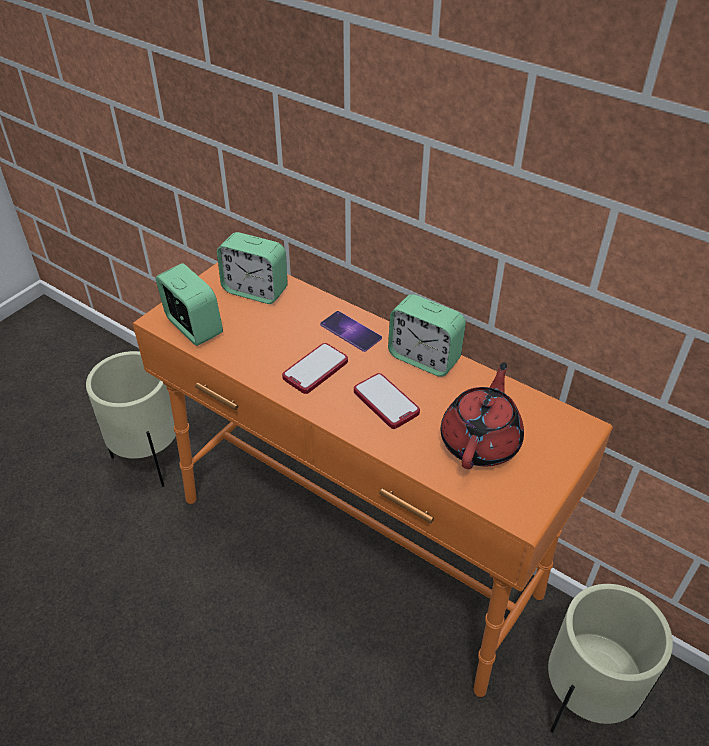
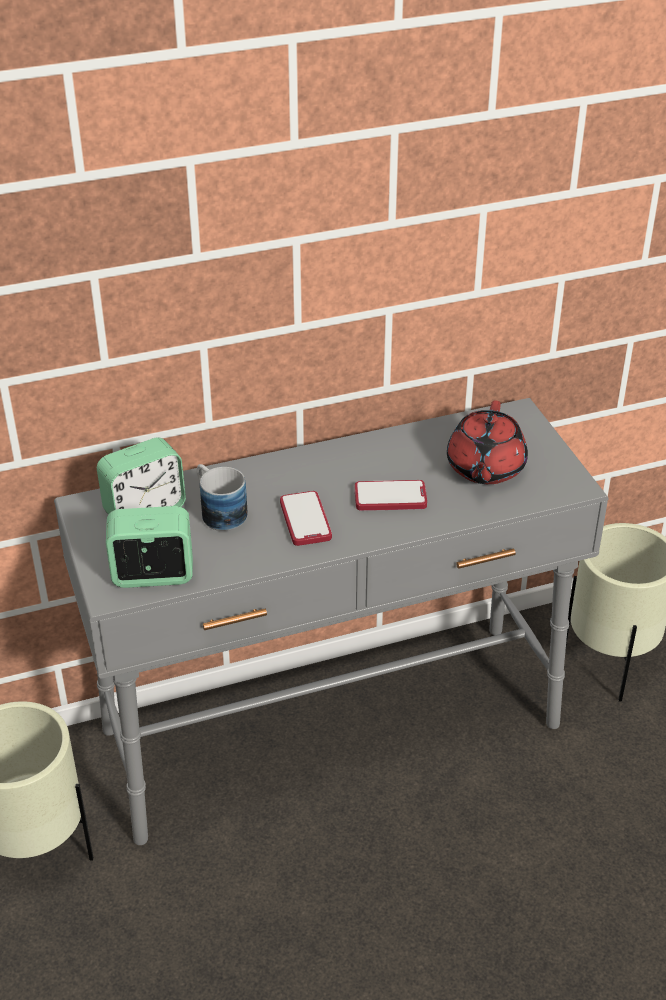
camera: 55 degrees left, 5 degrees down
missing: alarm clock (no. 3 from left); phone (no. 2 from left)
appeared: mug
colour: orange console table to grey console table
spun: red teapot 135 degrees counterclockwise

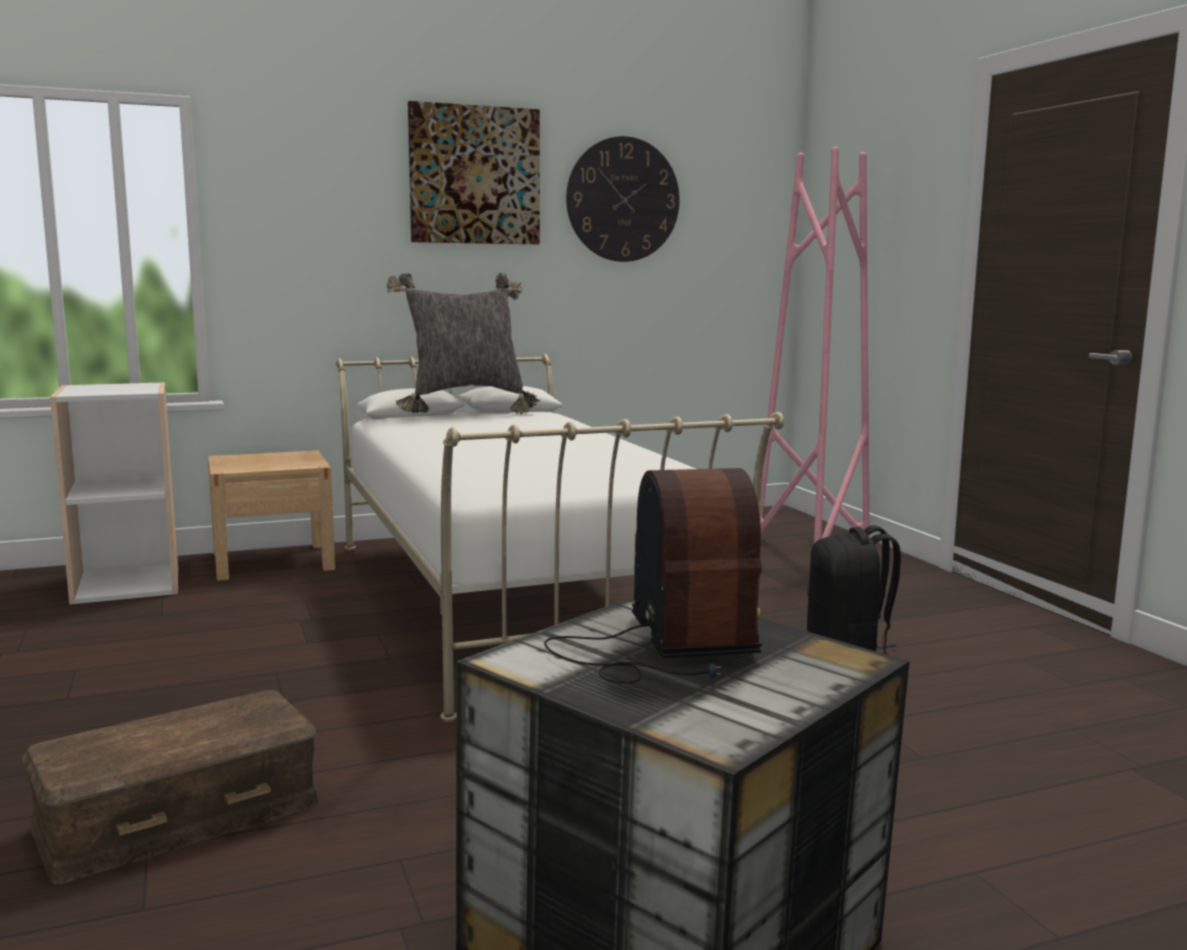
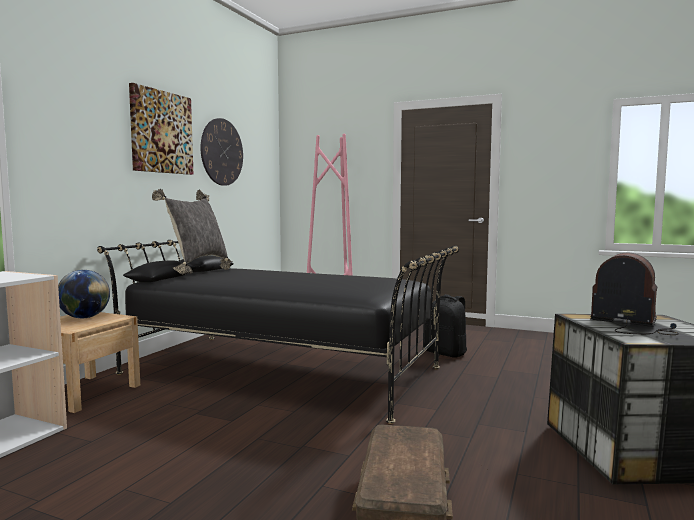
camera: 45 degrees left, 5 degrees down
appeared: globe
colour: white bed to black bed

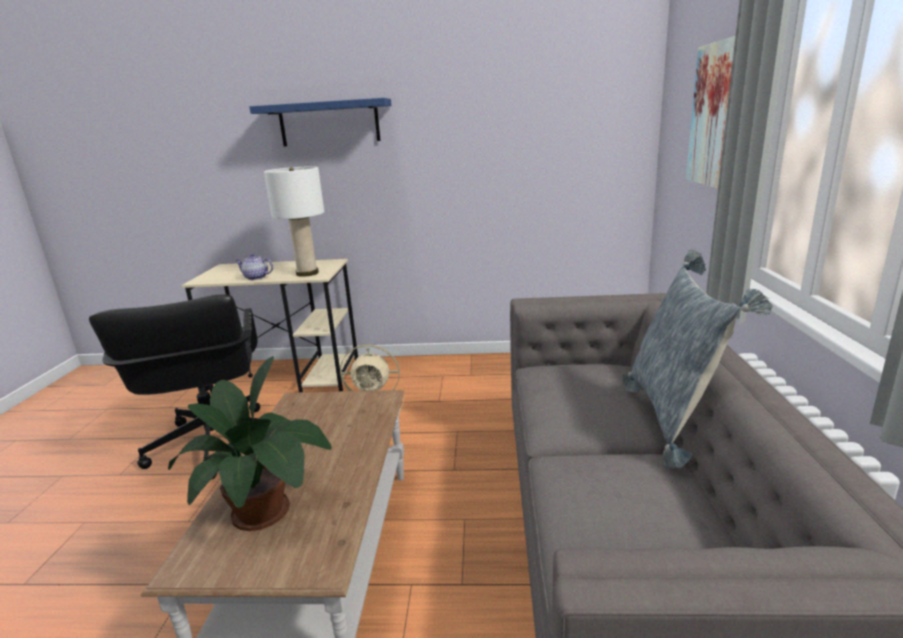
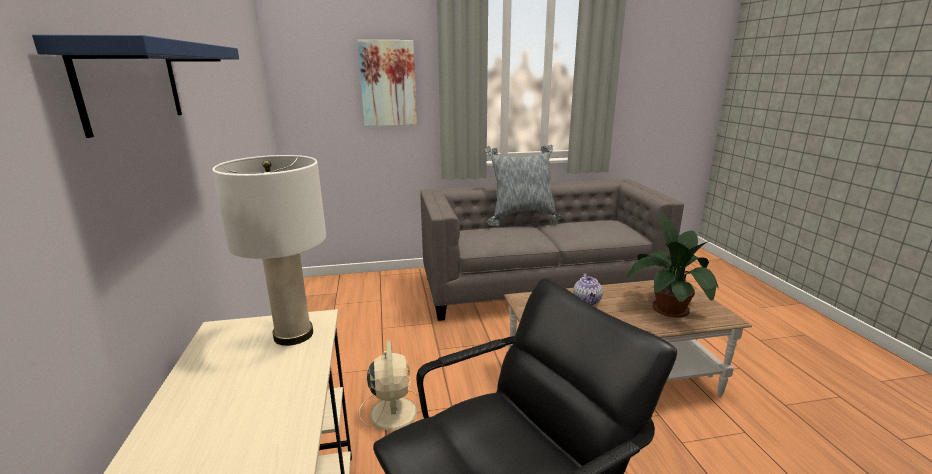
camera: 105 degrees left, 0 degrees up
relocated: teapot

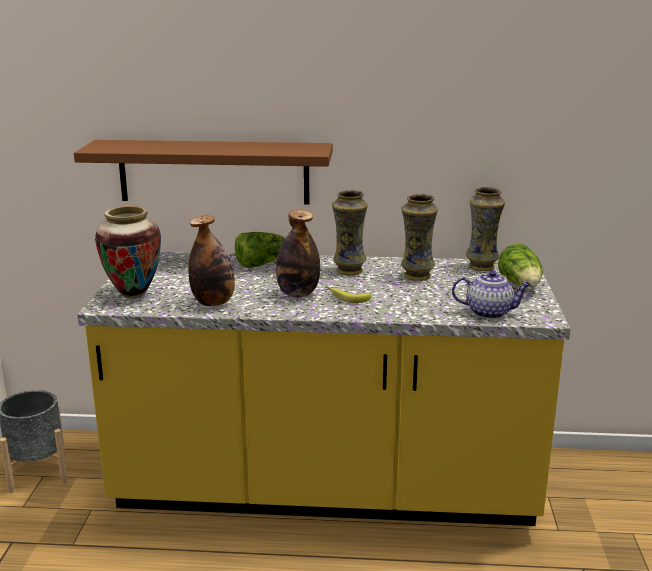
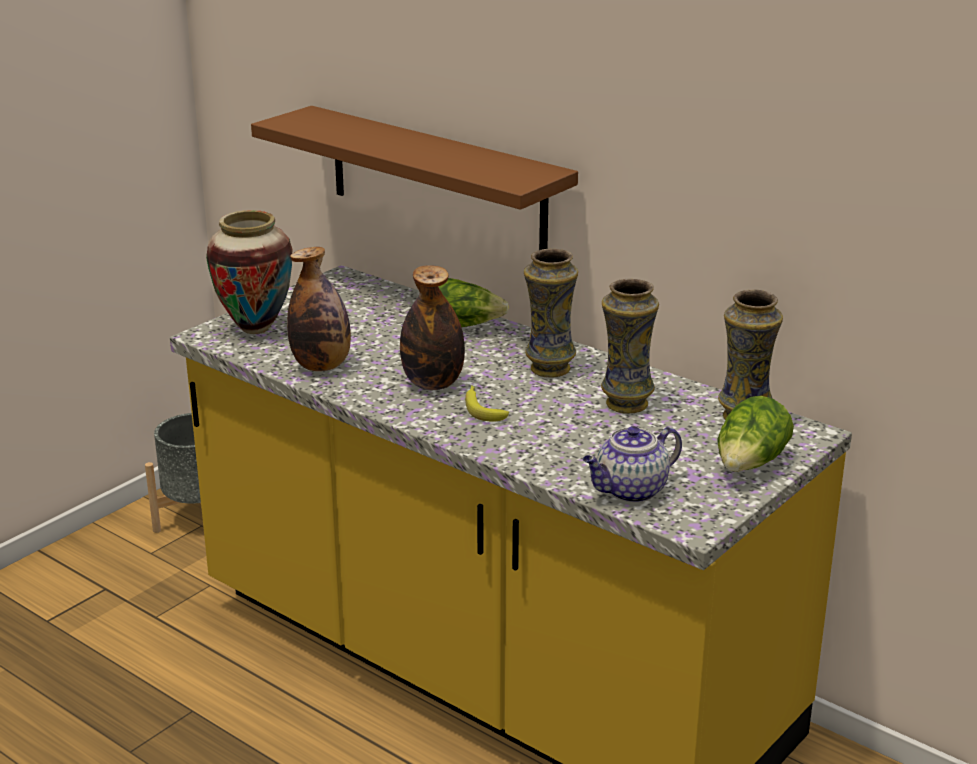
camera: 35 degrees right, 5 degrees up
spun: teapot 105 degrees clockwise

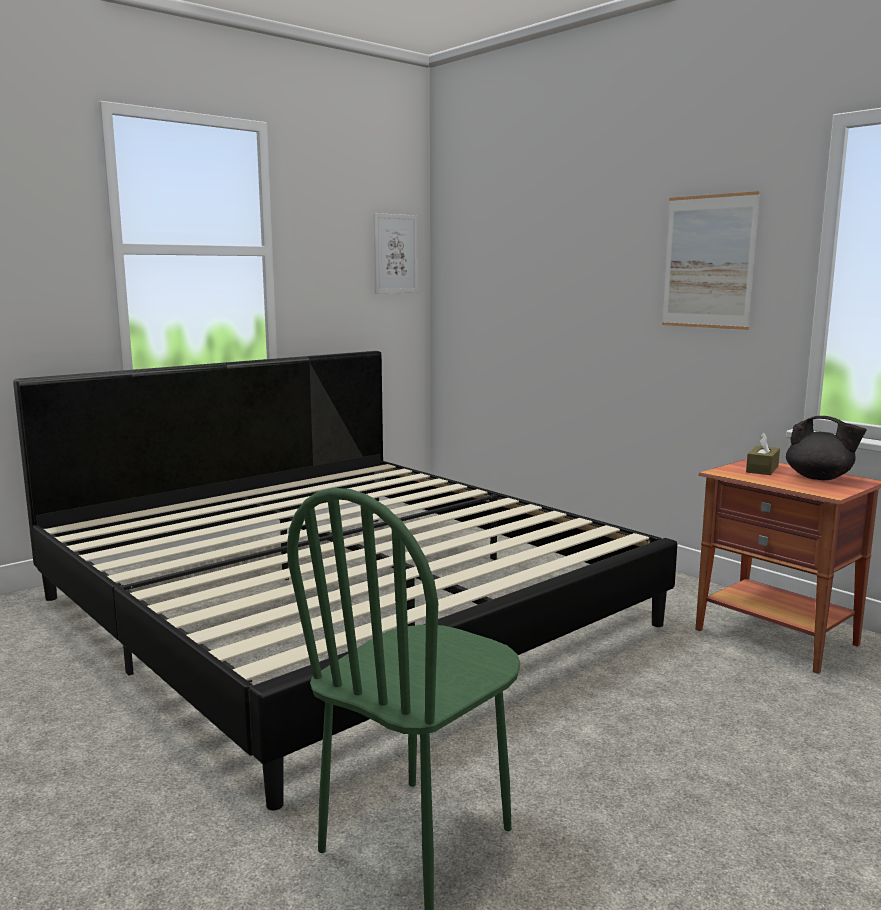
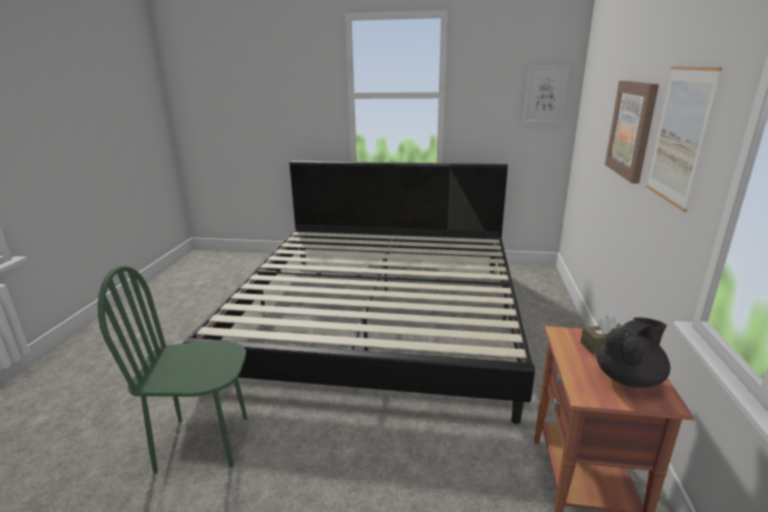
camera: 50 degrees right, 10 degrees up
appeared: picture (no. 2 from left)
spun: black teapot 120 degrees counterclockwise

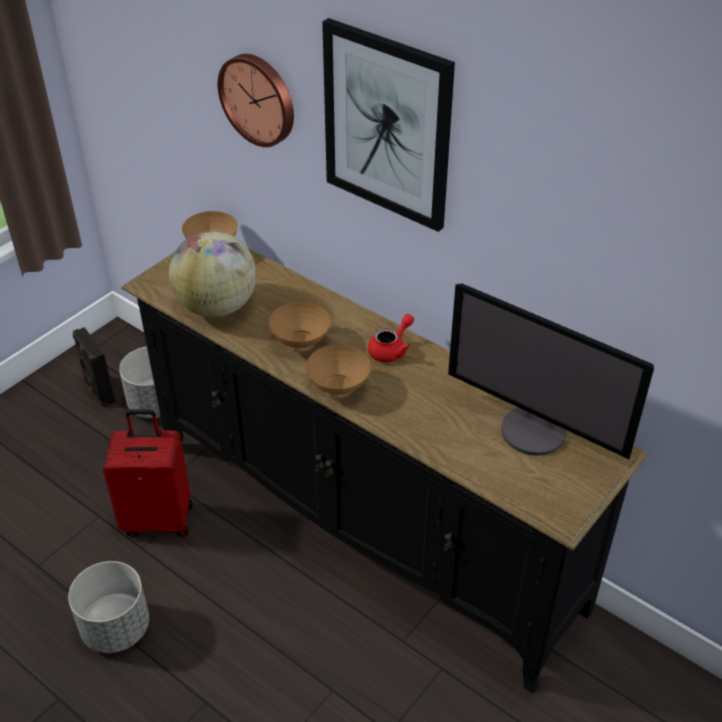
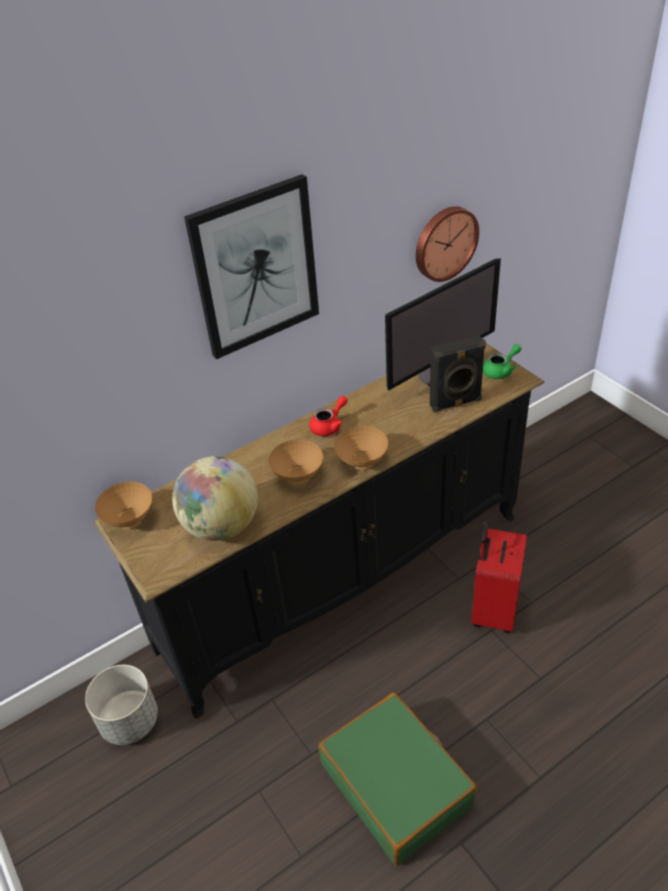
camera: 70 degrees left, 0 degrees up
appeared: green teapot
relocated: wall clock; black speaker; red suitcase
exchanged: grey planter (no. 1 from left) to green suitcase
spun: red teapot 75 degrees clockwise

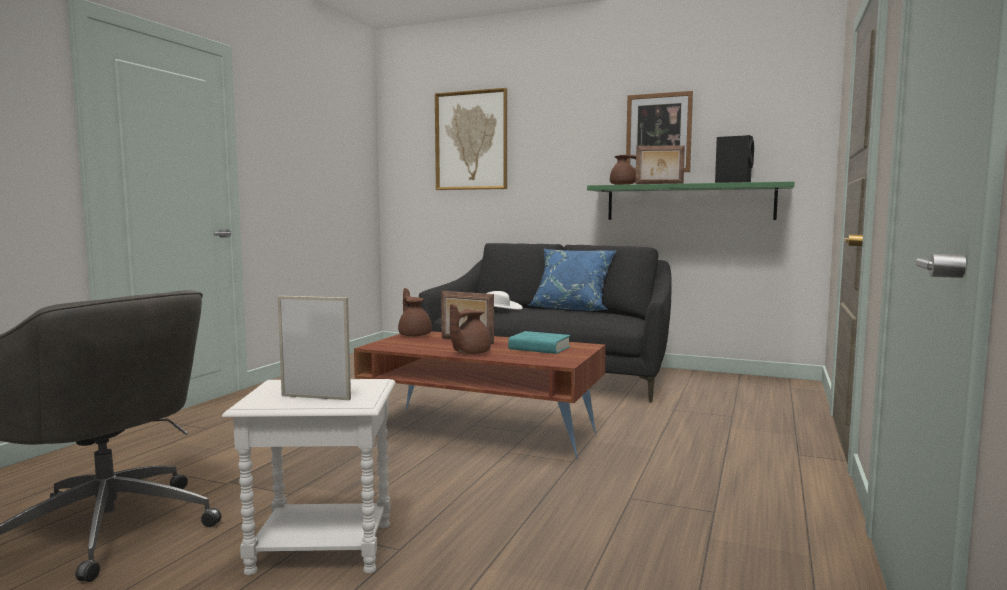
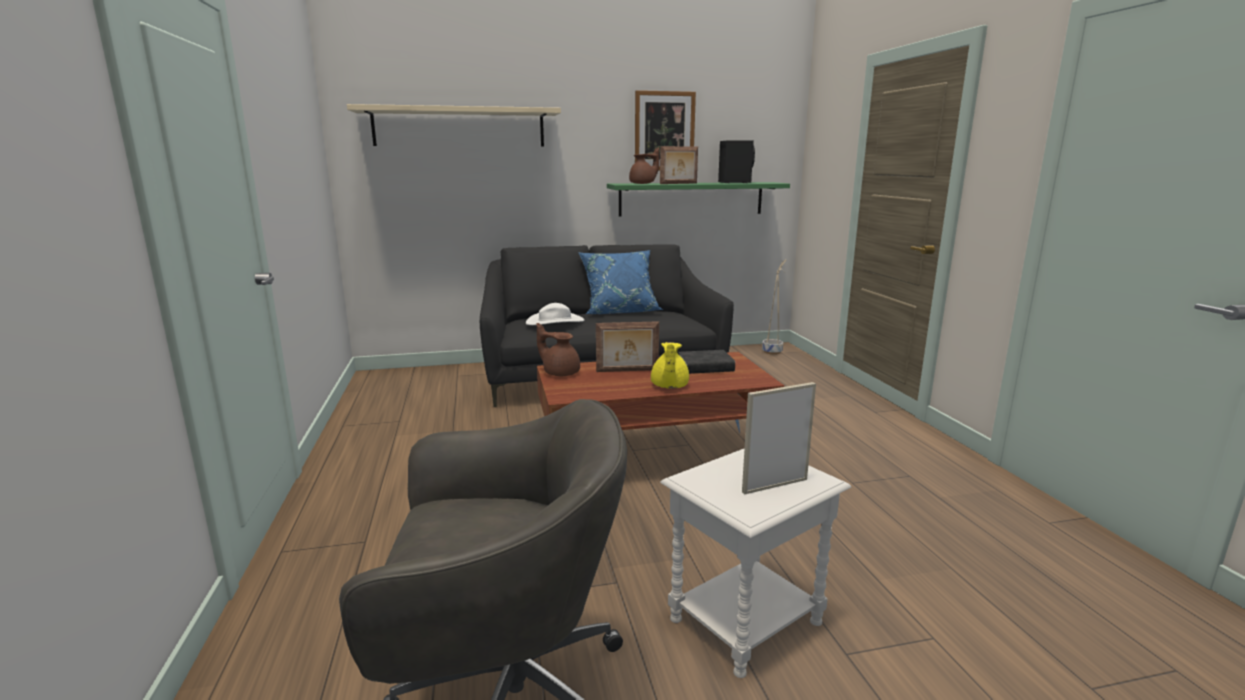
camera: 35 degrees left, 10 degrees up
appeared: beige planter
exchanged: picture (no. 1 from left) to beige shelf
colour: brown teapot (no. 2 from left) to yellow teapot; turquoise book to black book

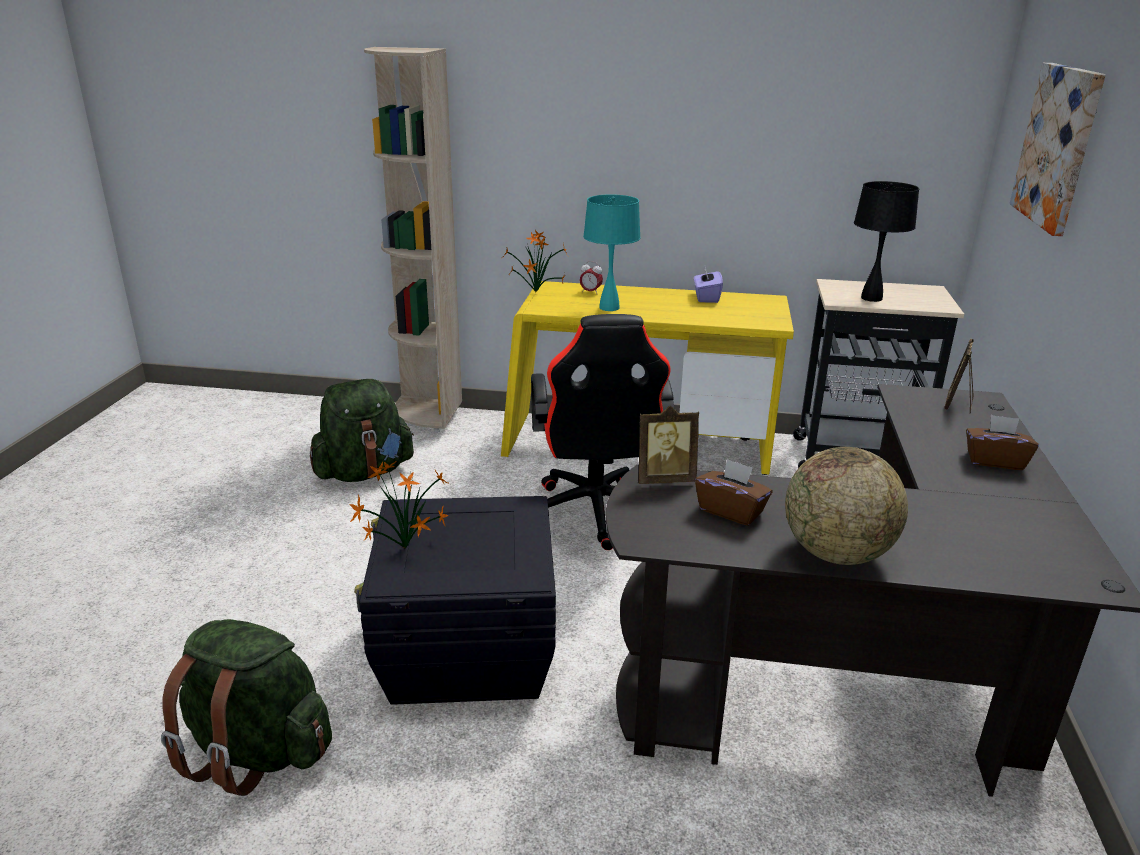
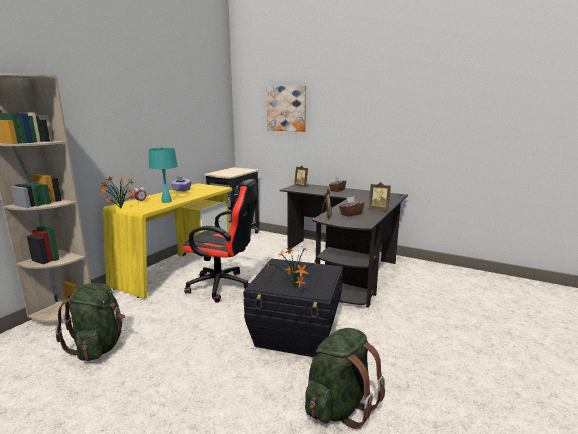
camera: 70 degrees left, 10 degrees down
missing: black table lamp
exchanged: globe to picture frame (no. 3 from left)

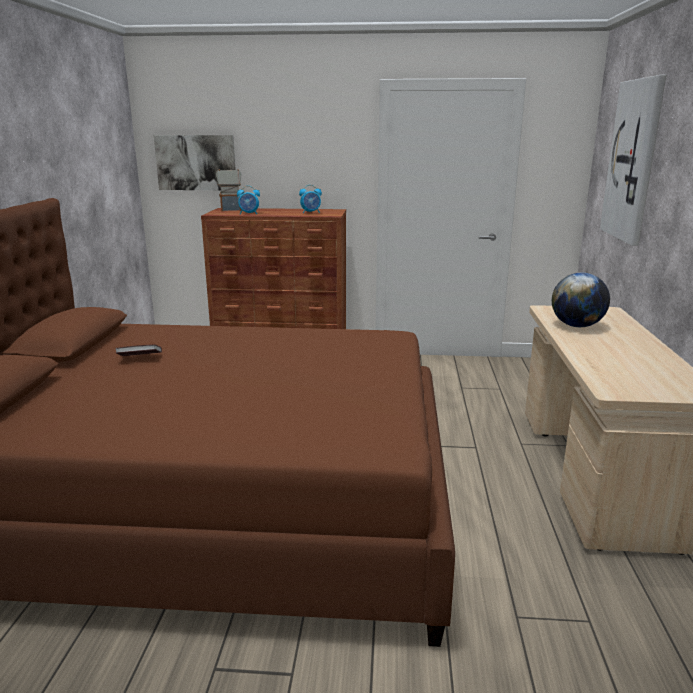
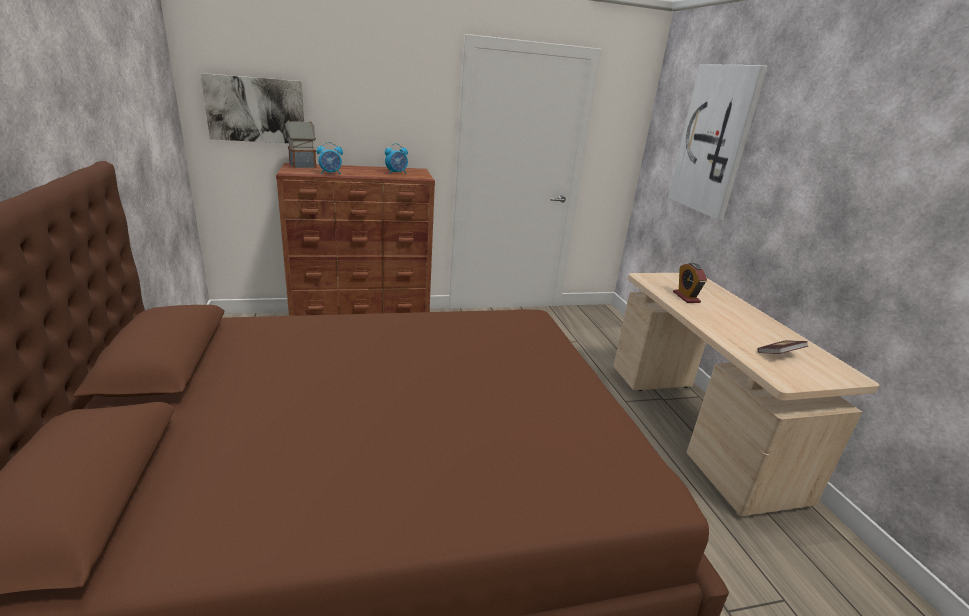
camera: 20 degrees left, 5 degrees up
relocated: book
exchanged: globe to alarm clock (no. 3 from left)

